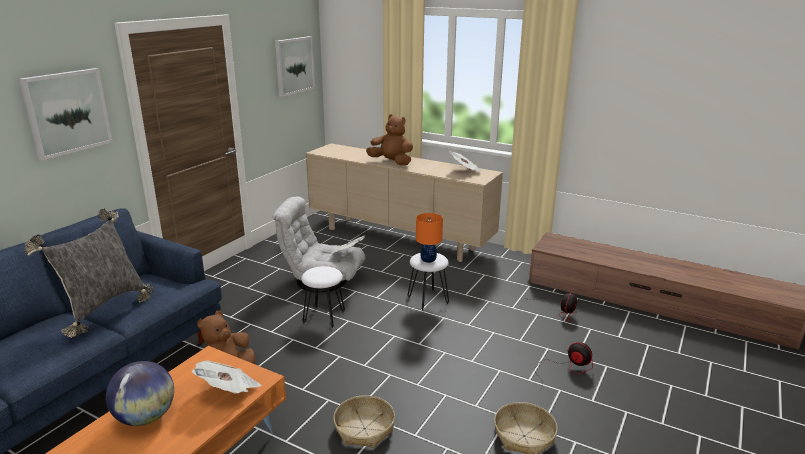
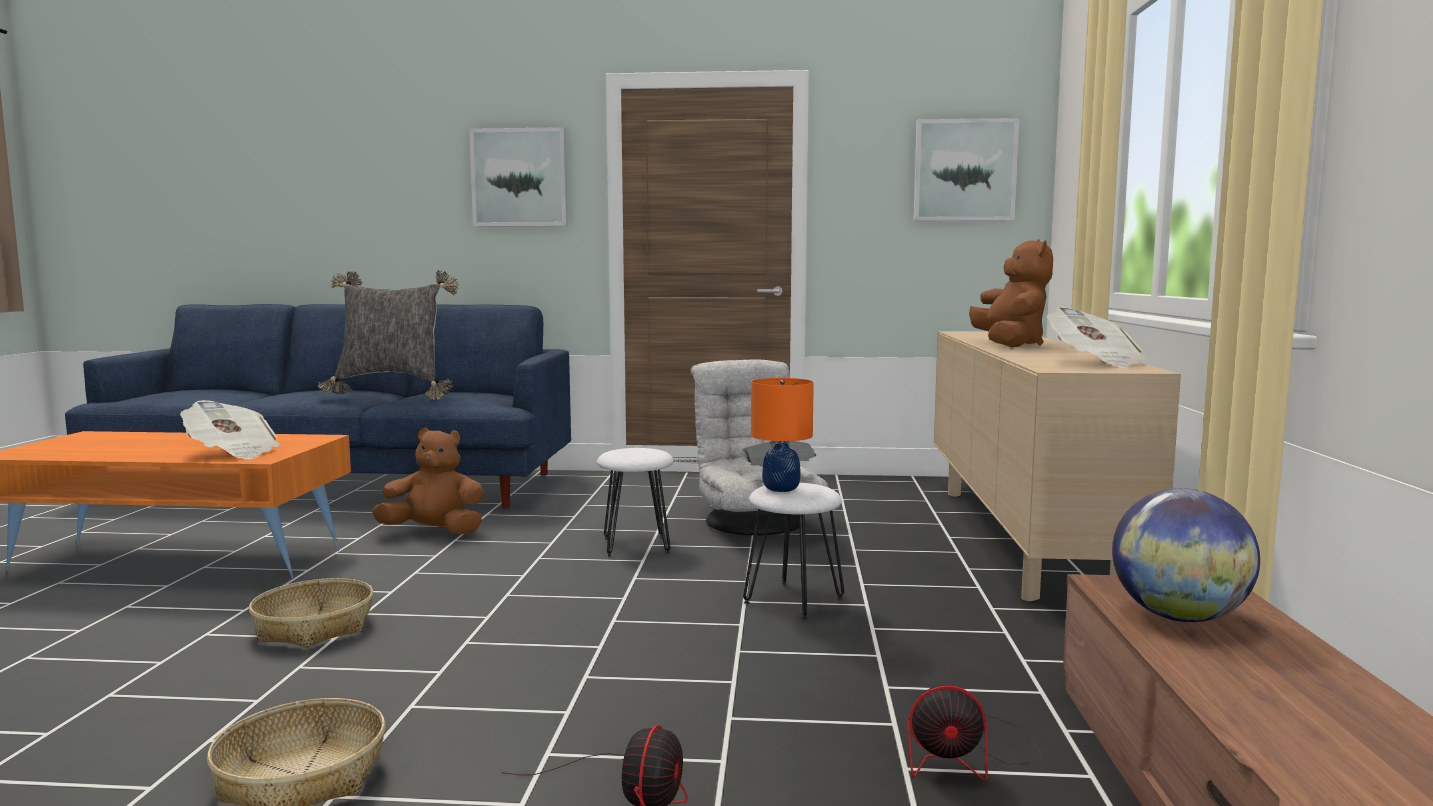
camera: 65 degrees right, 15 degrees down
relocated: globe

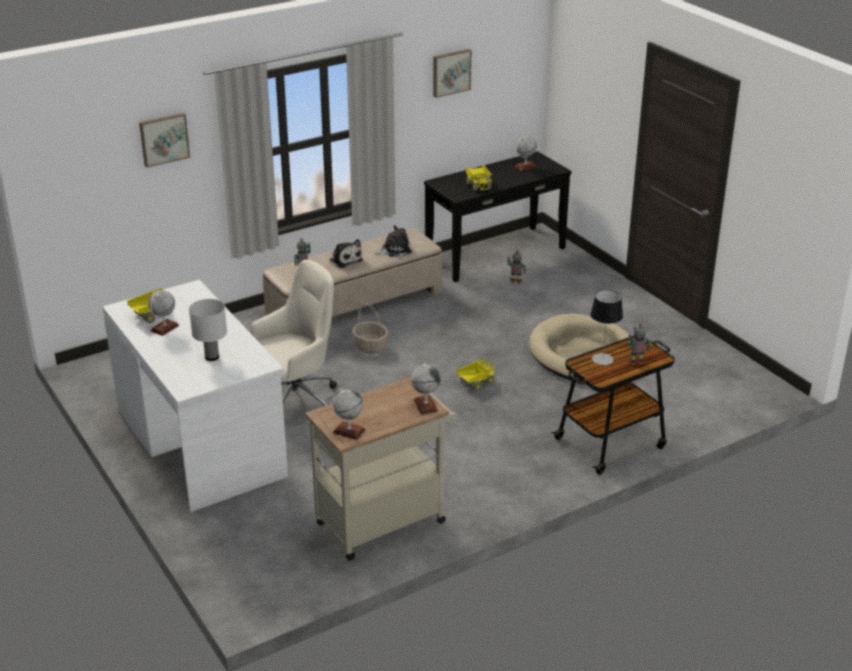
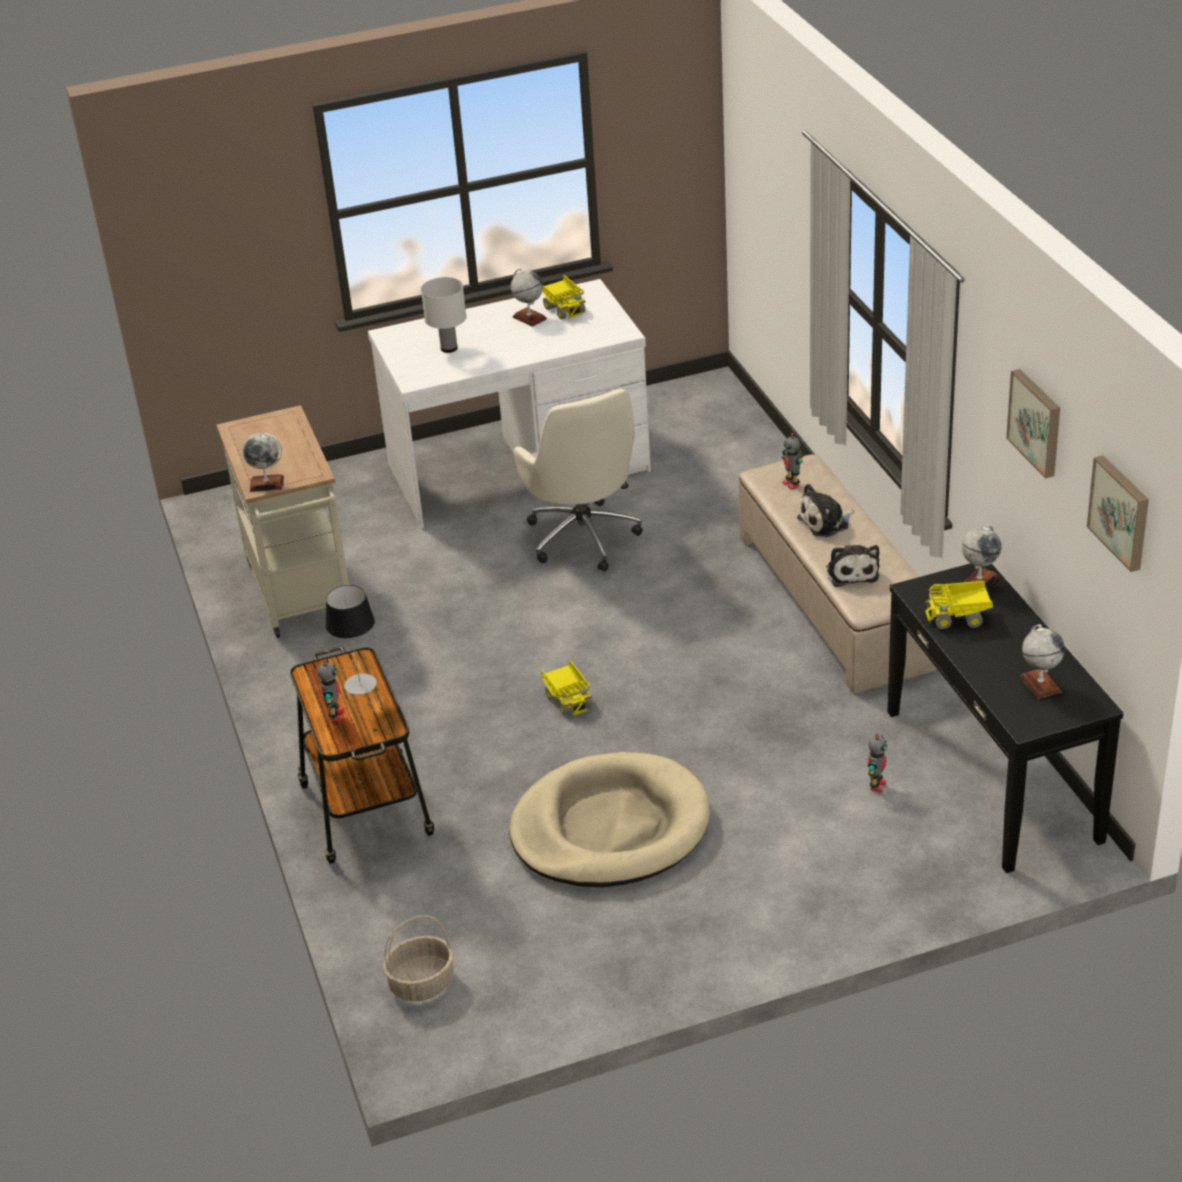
camera: 105 degrees right, 5 degrees up
relocated: picture (no. 1 from left in the first image) to picture (no. 2 from left); basket; globe (no. 2 from left in the first image) to globe (no. 3 from left)

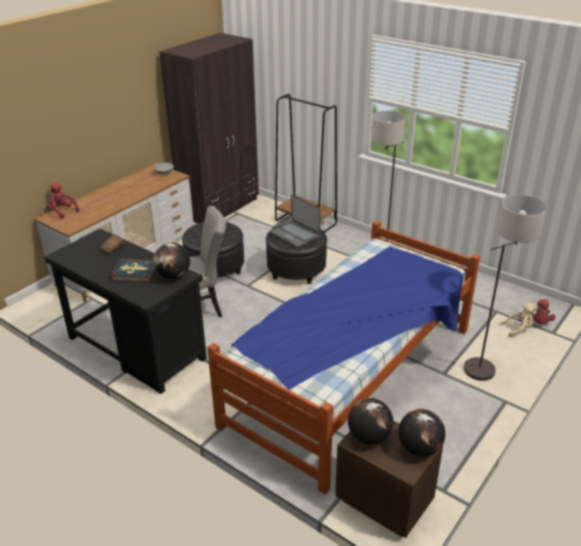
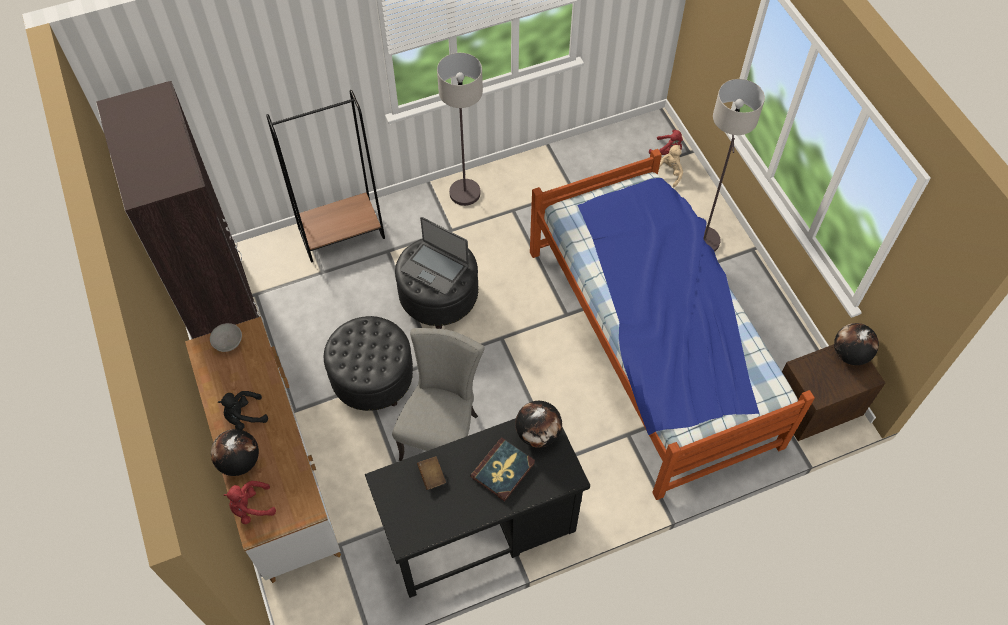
camera: 60 degrees left, 25 degrees up
appeared: black plush toy
relocated: globe (no. 2 from left in the first image) to globe (no. 1 from left)
spun: laptop 45 degrees clockwise

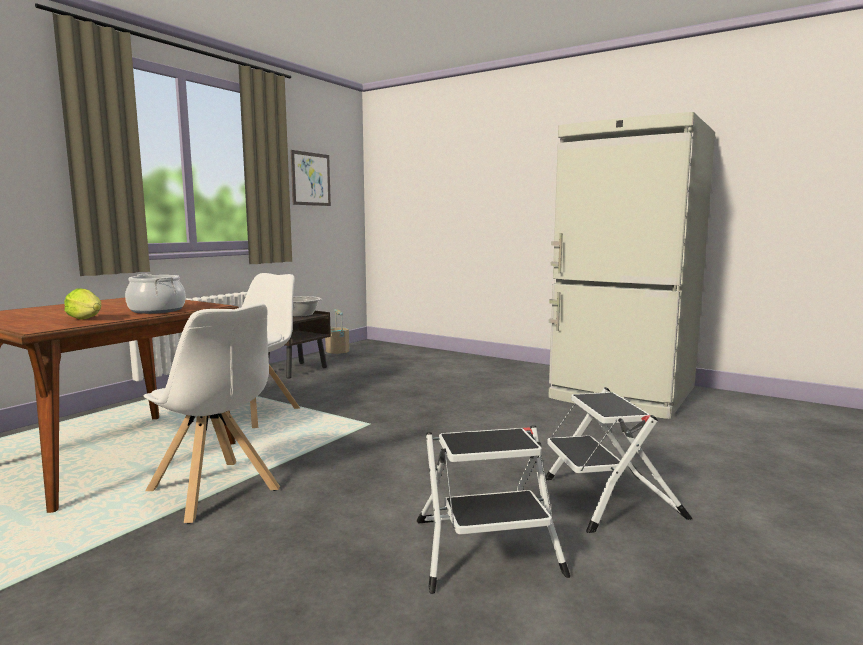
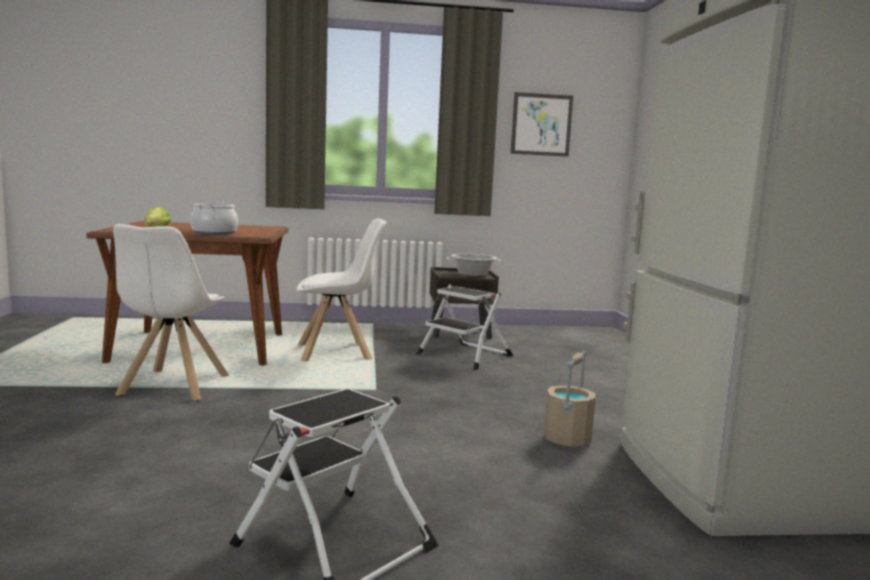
camera: 50 degrees right, 0 degrees up
relocated: beige bucket; step ladder (no. 1 from left in the first image) to step ladder (no. 2 from left)

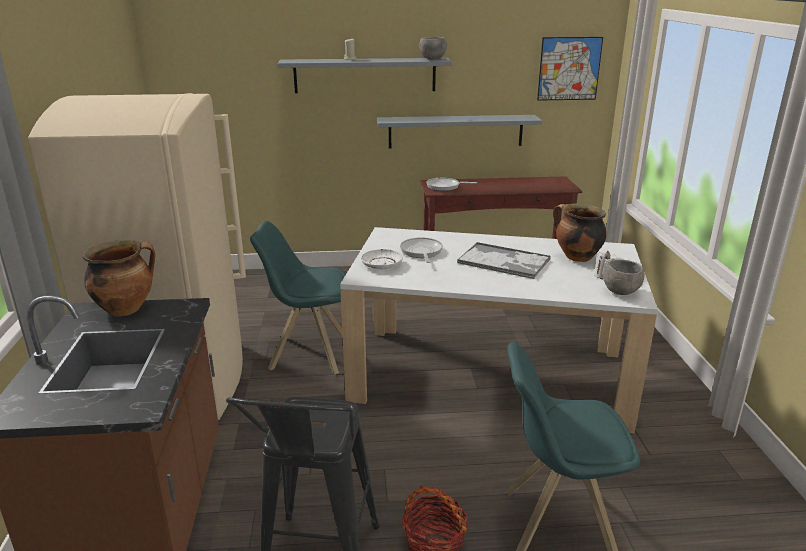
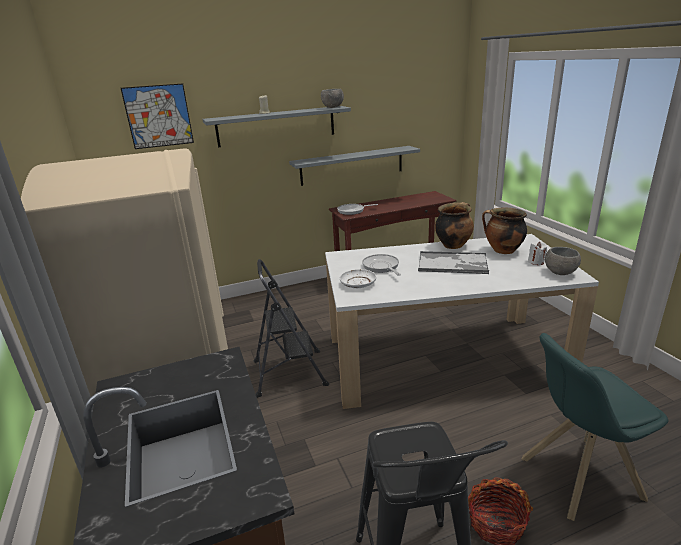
camera: 15 degrees left, 0 degrees up
relocated: picture; cooking pot (no. 1 from left)
exchanged: turquoise chair (no. 1 from left) to black step ladder

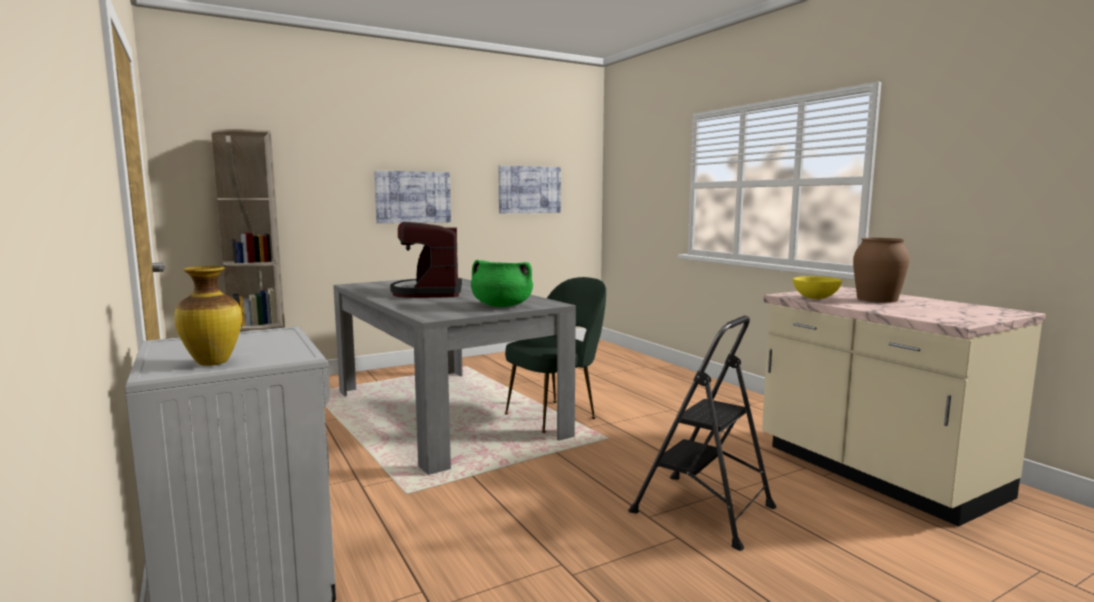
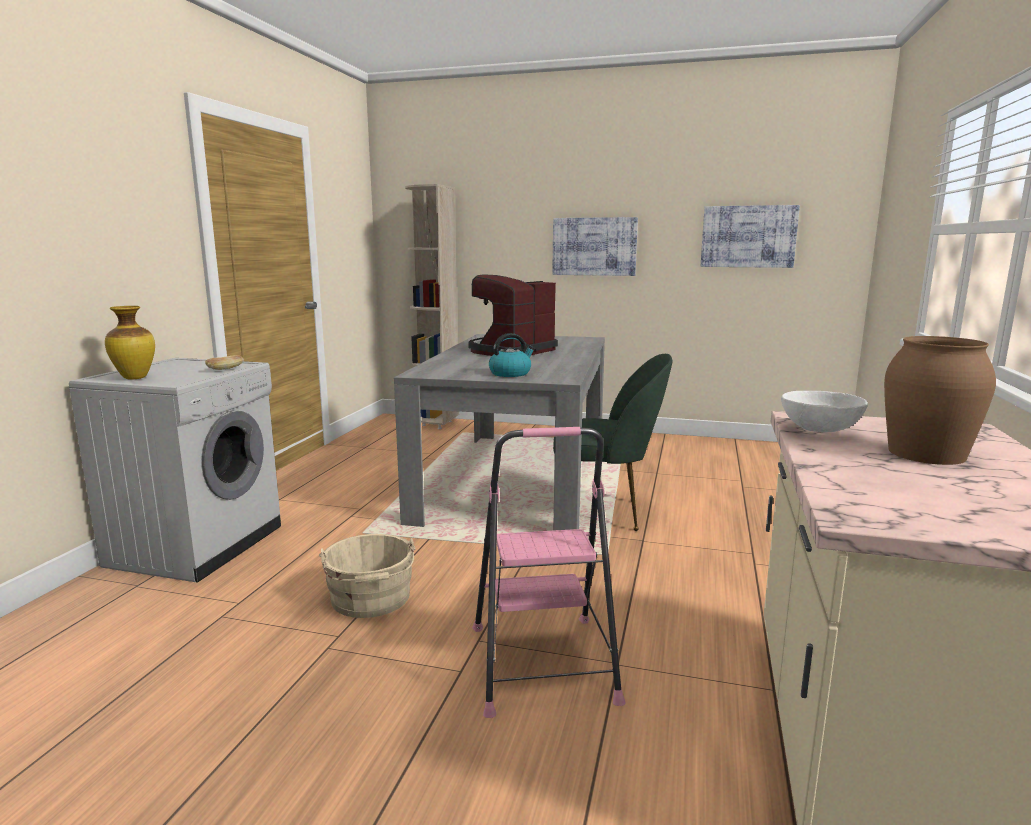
camera: 45 degrees right, 5 degrees up
appeared: bread; beige bucket
exchanged: green cooking pot to kettle
colour: yellow bowl to white bowl; black step ladder to pink step ladder

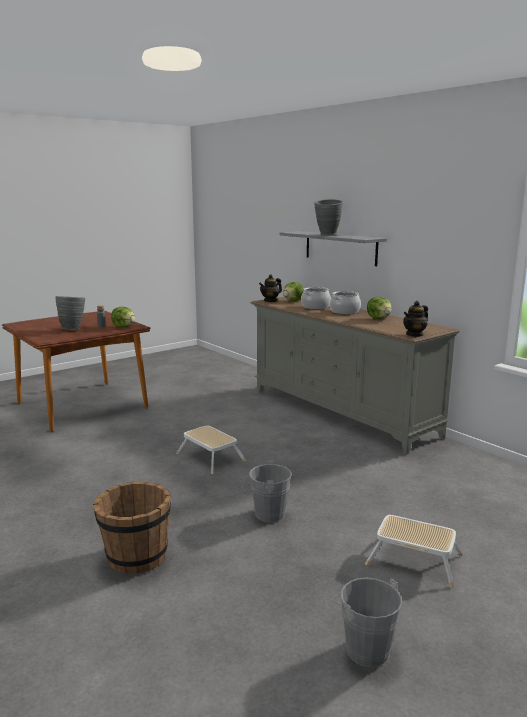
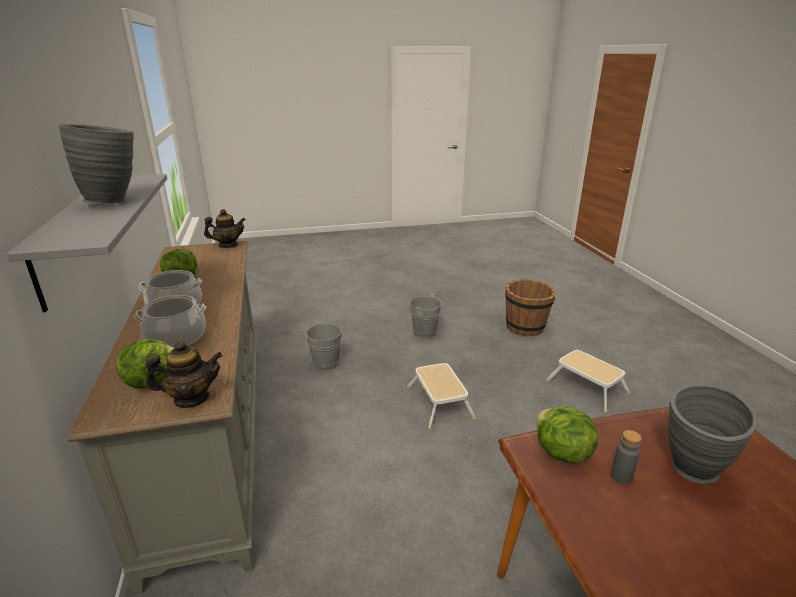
camera: 155 degrees left, 10 degrees up
relocated: beige step ladder (no. 2 from left); grey bucket (no. 2 from left in the first image) to grey bucket (no. 1 from left)

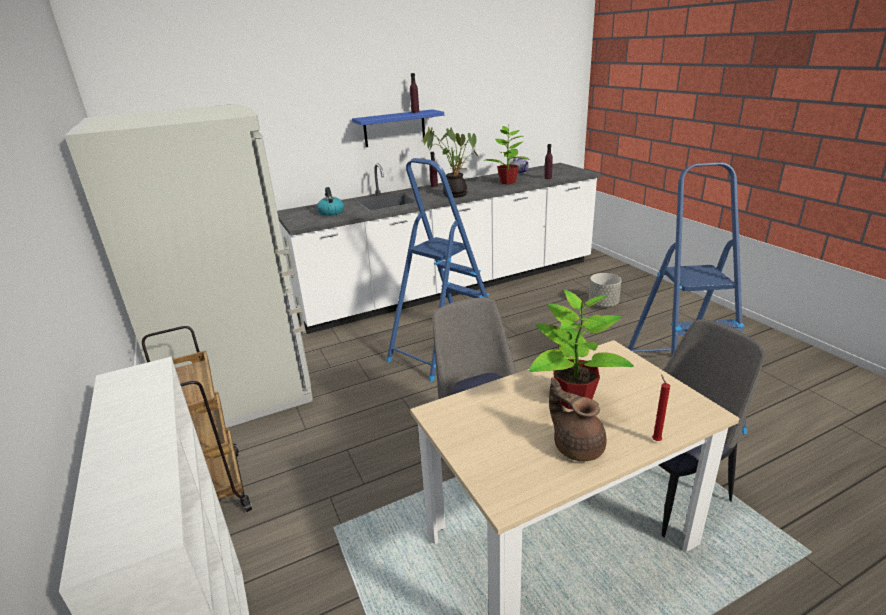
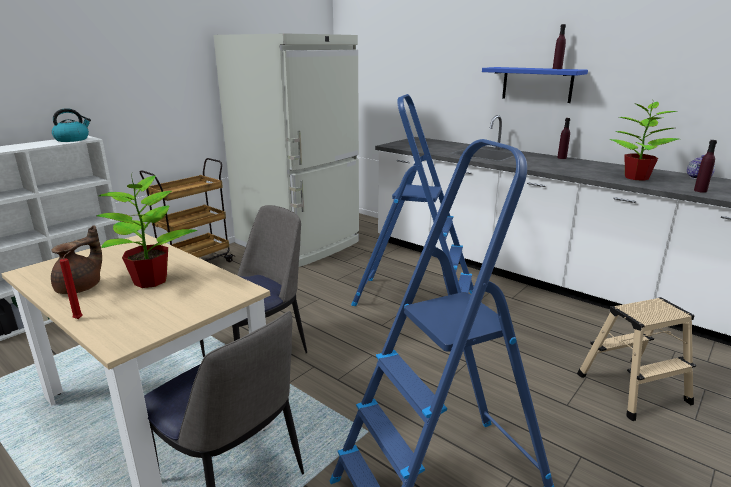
camera: 65 degrees right, 5 degrees down
missing: potted plant (no. 1 from left)
relocated: kettle
exchanged: grey planter to beige step ladder

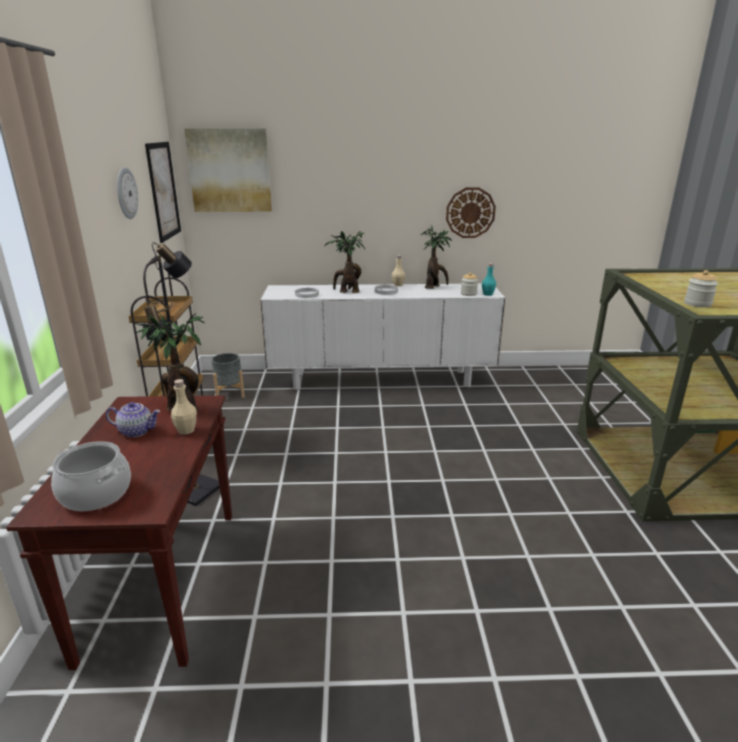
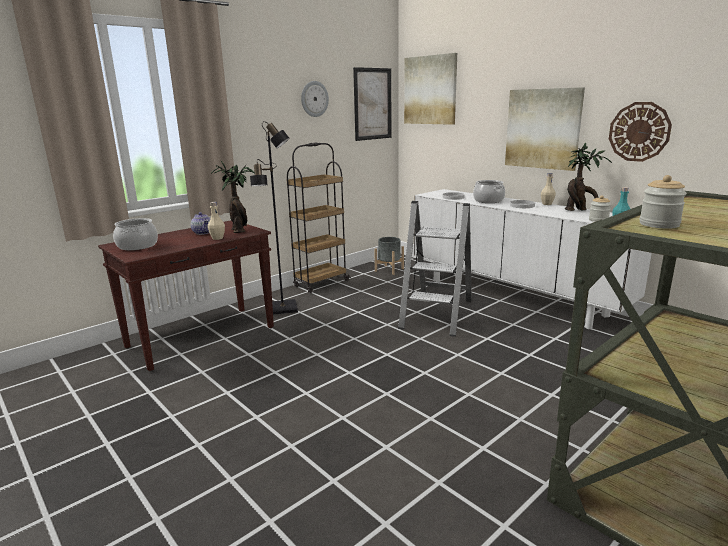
camera: 50 degrees right, 5 degrees down
appeared: picture (no. 3 from left); grey step ladder
exchanged: potted plant (no. 2 from left) to cooking pot (no. 2 from left)

